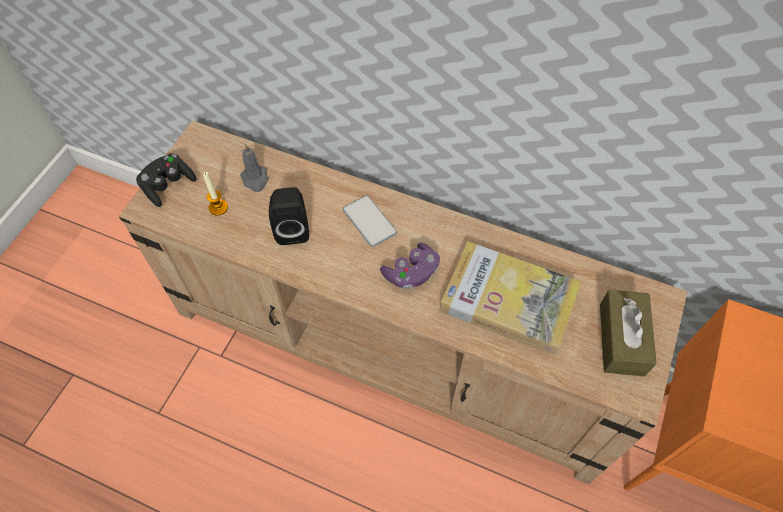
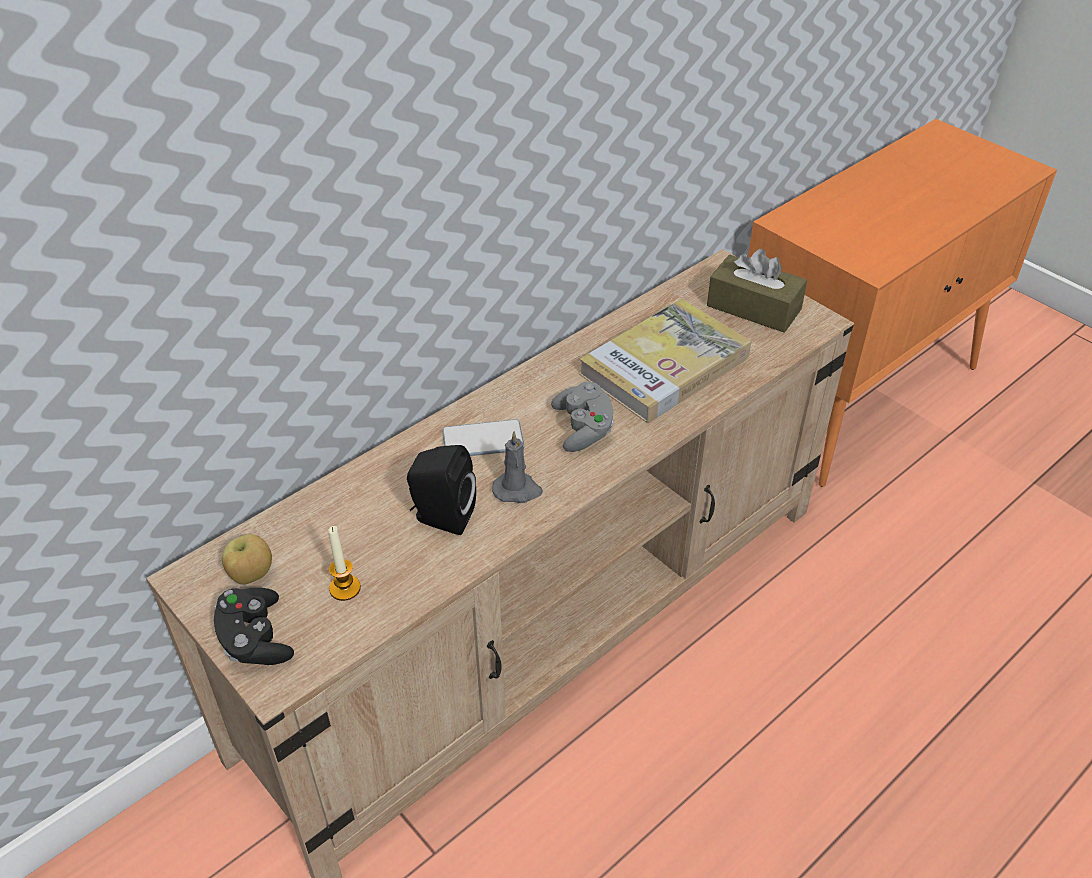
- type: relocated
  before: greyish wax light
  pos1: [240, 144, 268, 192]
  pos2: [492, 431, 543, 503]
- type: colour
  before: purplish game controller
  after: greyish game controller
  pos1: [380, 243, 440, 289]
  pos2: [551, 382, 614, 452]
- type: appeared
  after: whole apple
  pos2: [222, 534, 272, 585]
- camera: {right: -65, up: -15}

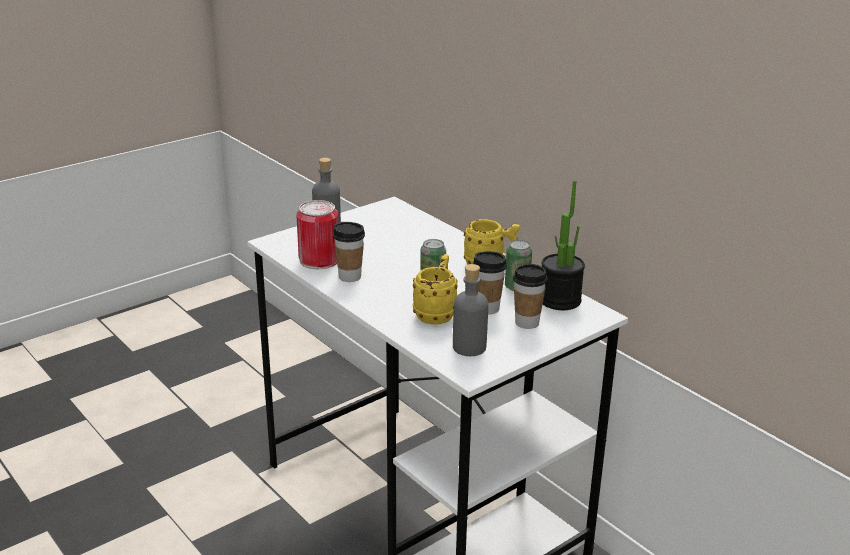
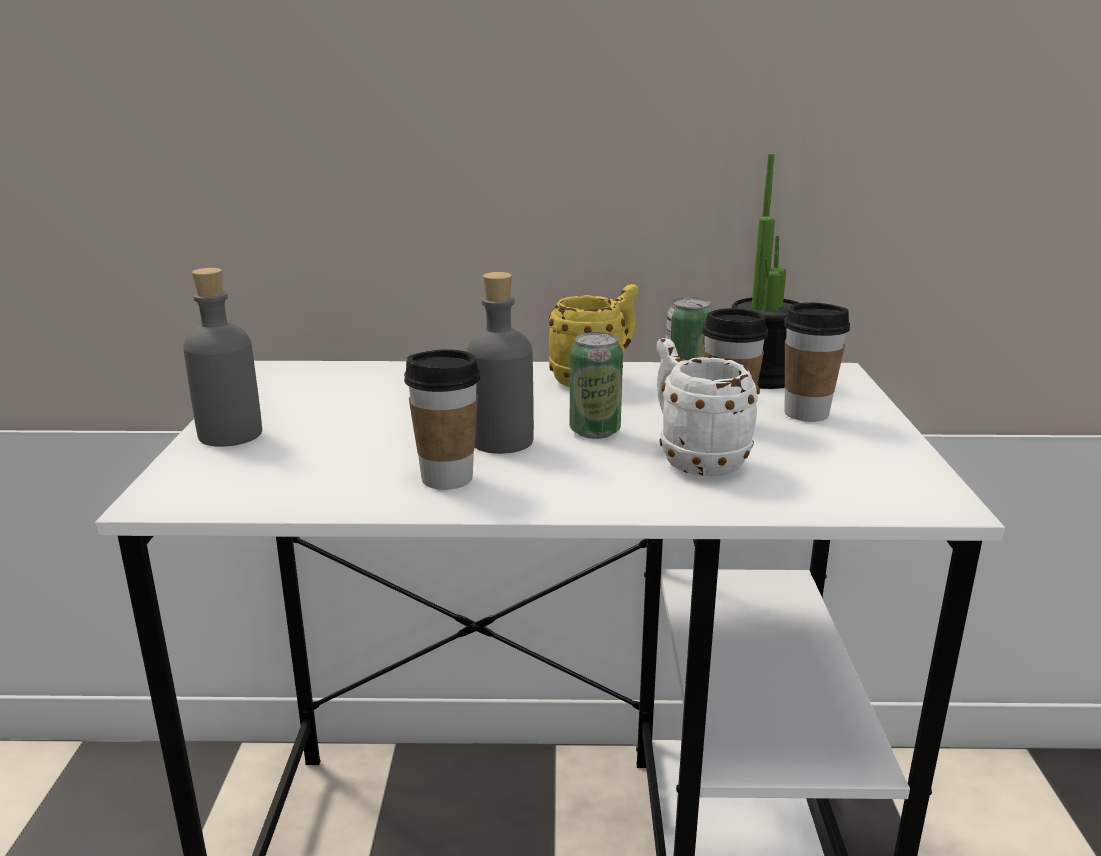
- type: missing
  before: metal can
  pos1: [296, 200, 339, 269]
- type: colour
  before: yellowish coffee mug
  after: white-coloured coffee mug
  pos1: [412, 254, 458, 325]
  pos2: [657, 338, 760, 476]
- type: relocated
  before: greyish beverage bottle
  pos1: [453, 264, 488, 356]
  pos2: [467, 272, 534, 454]
- camera: {right: -50, up: -5}

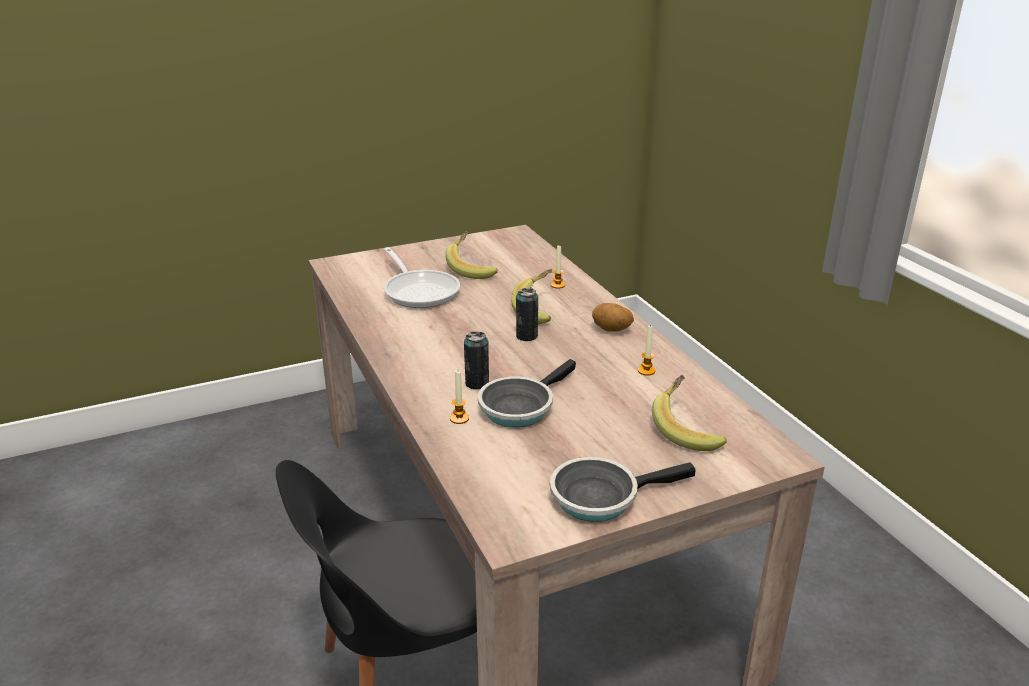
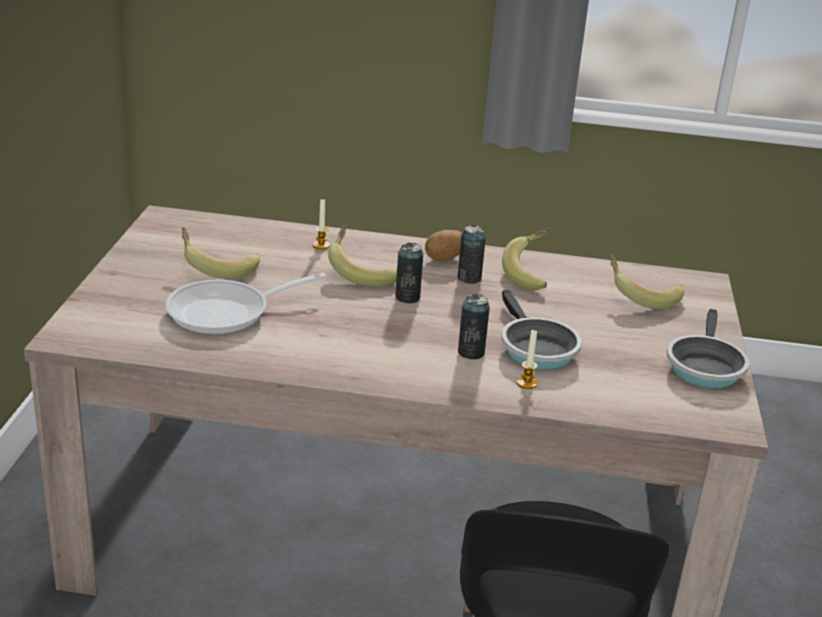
- type: spun
  before: frying pan
  pos1: [384, 247, 460, 308]
  pos2: [165, 273, 327, 335]
  turn: 150
- type: exchanged
  before: wax light
  after: whole banana
  pos1: [638, 325, 655, 376]
  pos2: [502, 228, 552, 290]
- type: appeared
  after: metal can
  pos2: [458, 225, 486, 284]
- camera: {right: -60, up: 0}

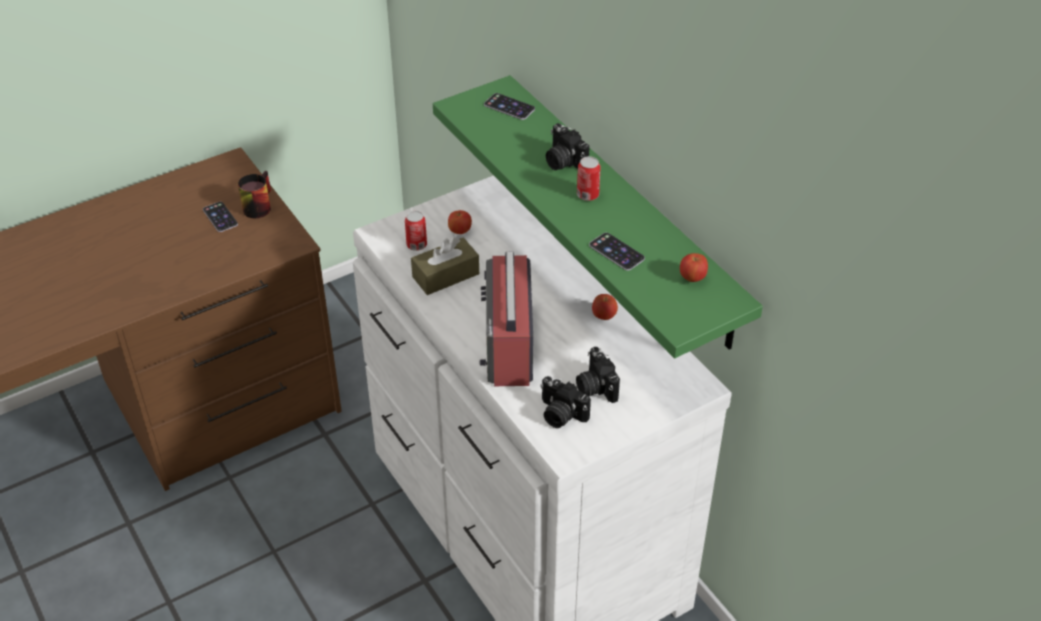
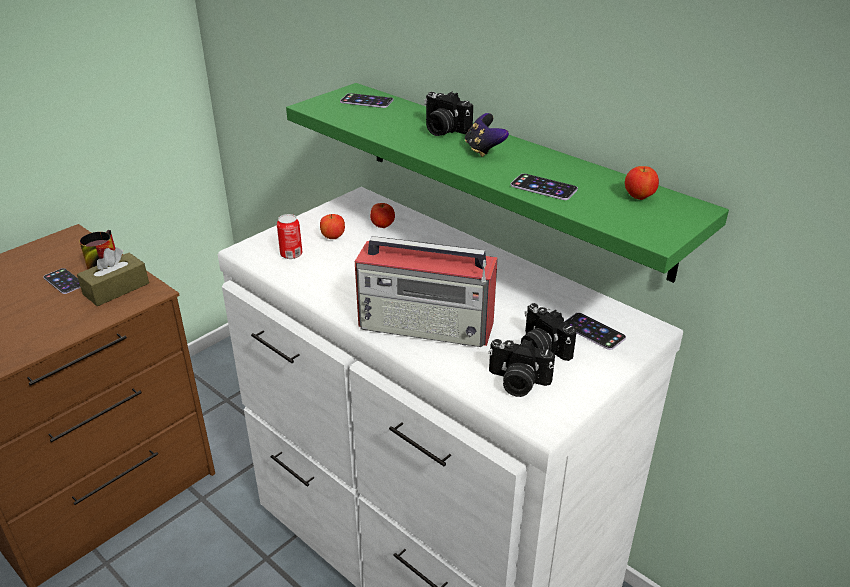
- type: relocated
  before: brown-coloured tissue holder
  pos1: [411, 237, 479, 295]
  pos2: [77, 247, 149, 306]
- type: spun
  before: radio receiver
  pos1: [479, 252, 533, 386]
  pos2: [355, 236, 498, 347]
  turn: -60
- type: exchanged
  before: metal can
  after: game controller
  pos1: [577, 156, 601, 201]
  pos2: [465, 113, 509, 157]
- type: relocated
  before: whole apple
  pos1: [592, 294, 618, 320]
  pos2: [370, 203, 395, 228]
- type: appeared
  after: handset
  pos2: [564, 313, 626, 350]
- camera: {right: -15, up: -10}

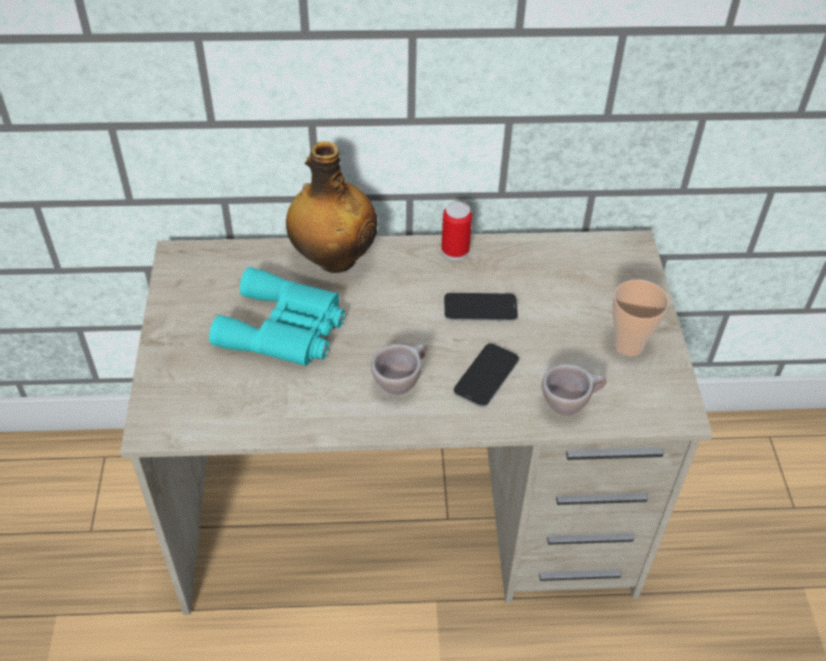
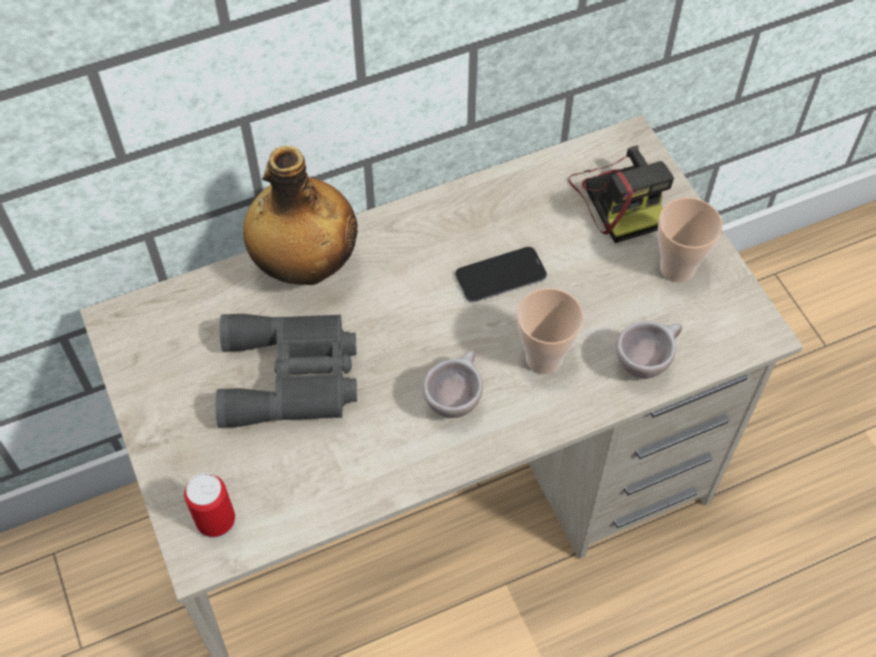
- type: colour
  before: turquoise field glasses
  after: greyish field glasses
  pos1: [209, 267, 345, 366]
  pos2: [215, 314, 357, 428]
- type: relocated
  before: metal can
  pos1: [441, 201, 472, 260]
  pos2: [184, 473, 235, 538]
- type: exchanged
  before: handset
  after: small cup
  pos1: [453, 343, 519, 407]
  pos2: [517, 288, 584, 374]
- type: appeared
  after: still camera
  pos2: [568, 145, 674, 243]
- camera: {right: -20, up: 10}

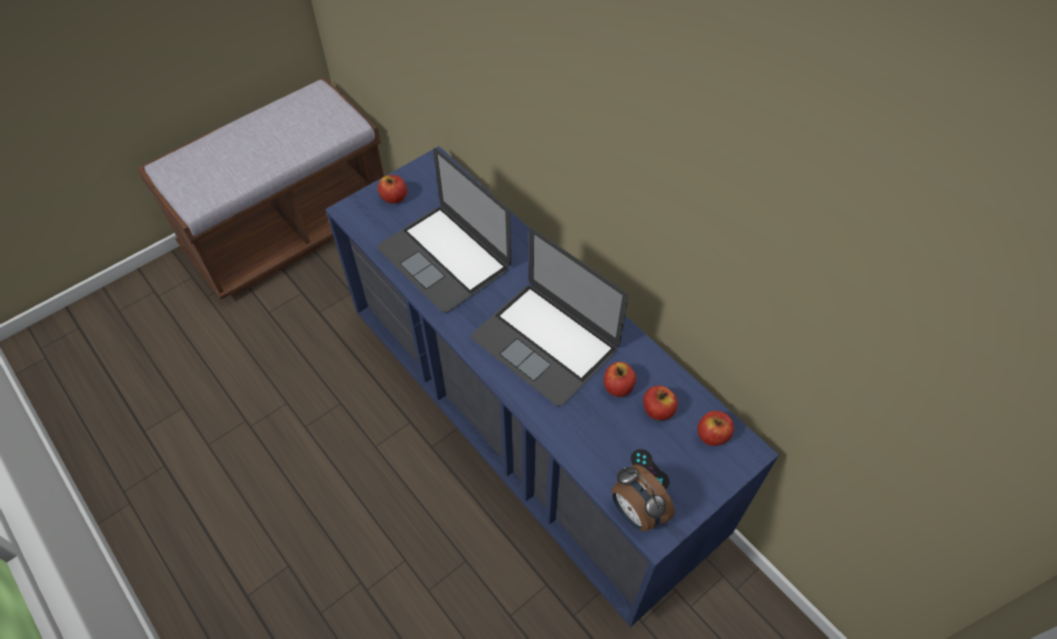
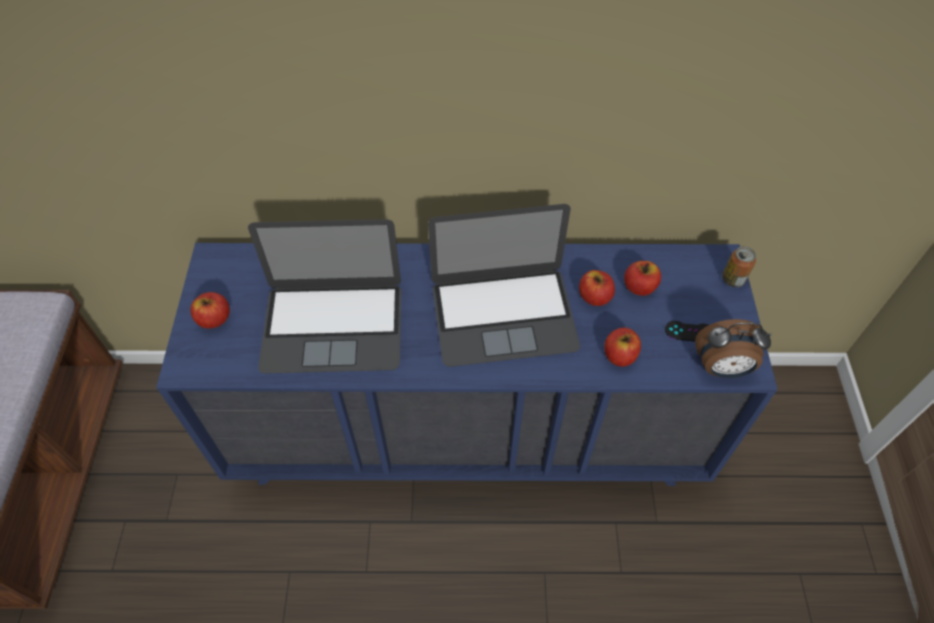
- type: relocated
  before: whole apple
  pos1: [698, 411, 734, 446]
  pos2: [604, 328, 641, 367]
- type: appeared
  after: metal can
  pos2: [722, 246, 756, 287]
- camera: {right: -50, up: 0}

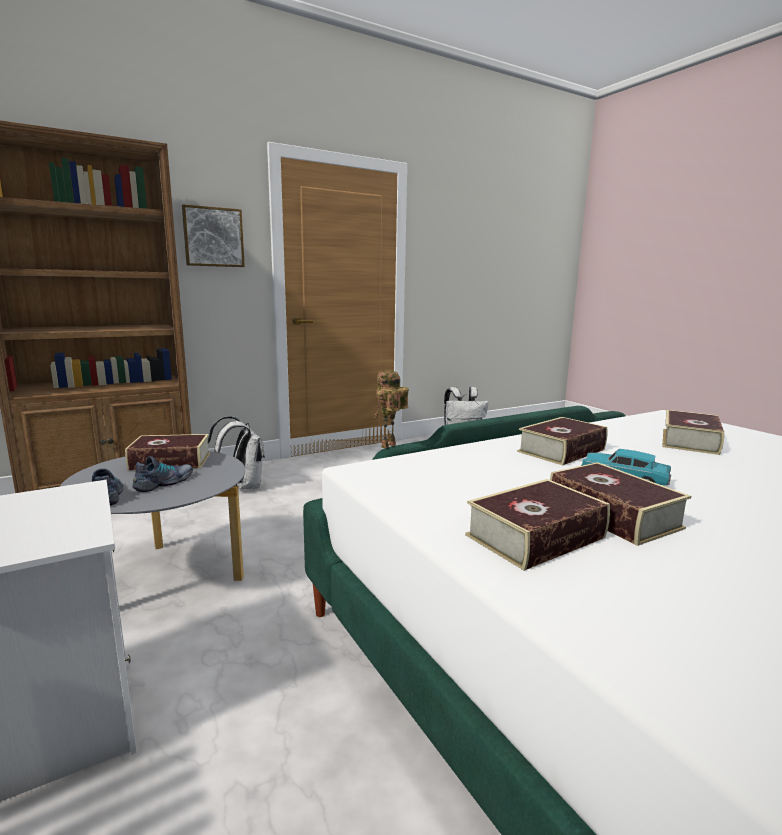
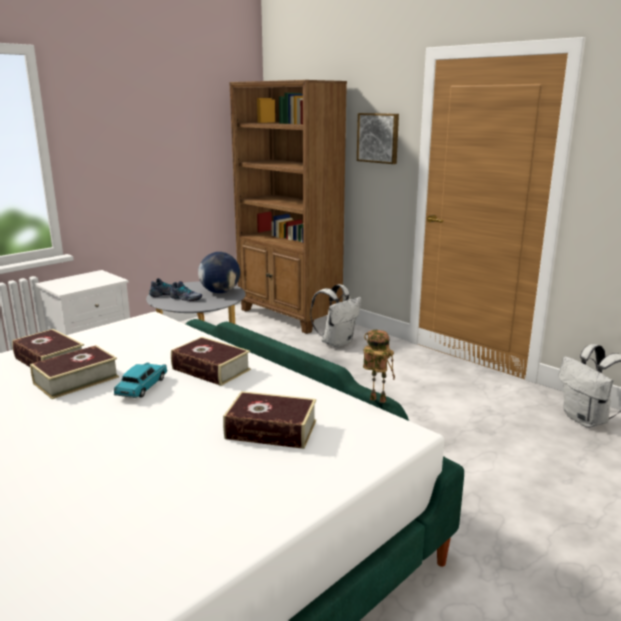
- type: exchanged
  before: bound book
  after: globe
  pos1: [125, 434, 210, 470]
  pos2: [198, 252, 240, 293]
- type: relocated
  before: toy robot
  pos1: [373, 371, 409, 449]
  pos2: [363, 330, 395, 403]
- camera: {right: 75, up: 5}

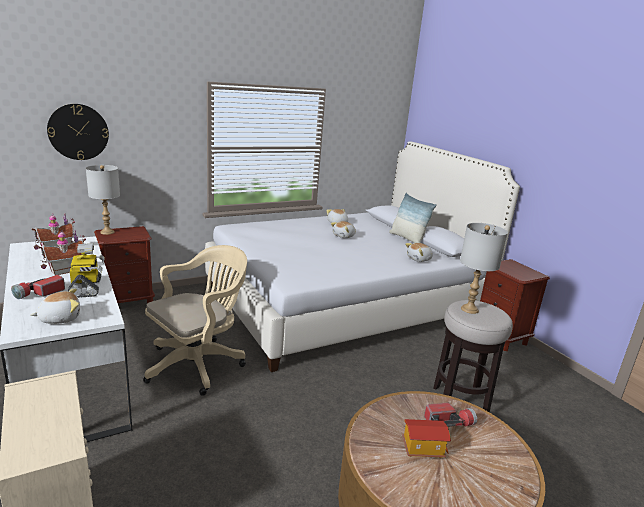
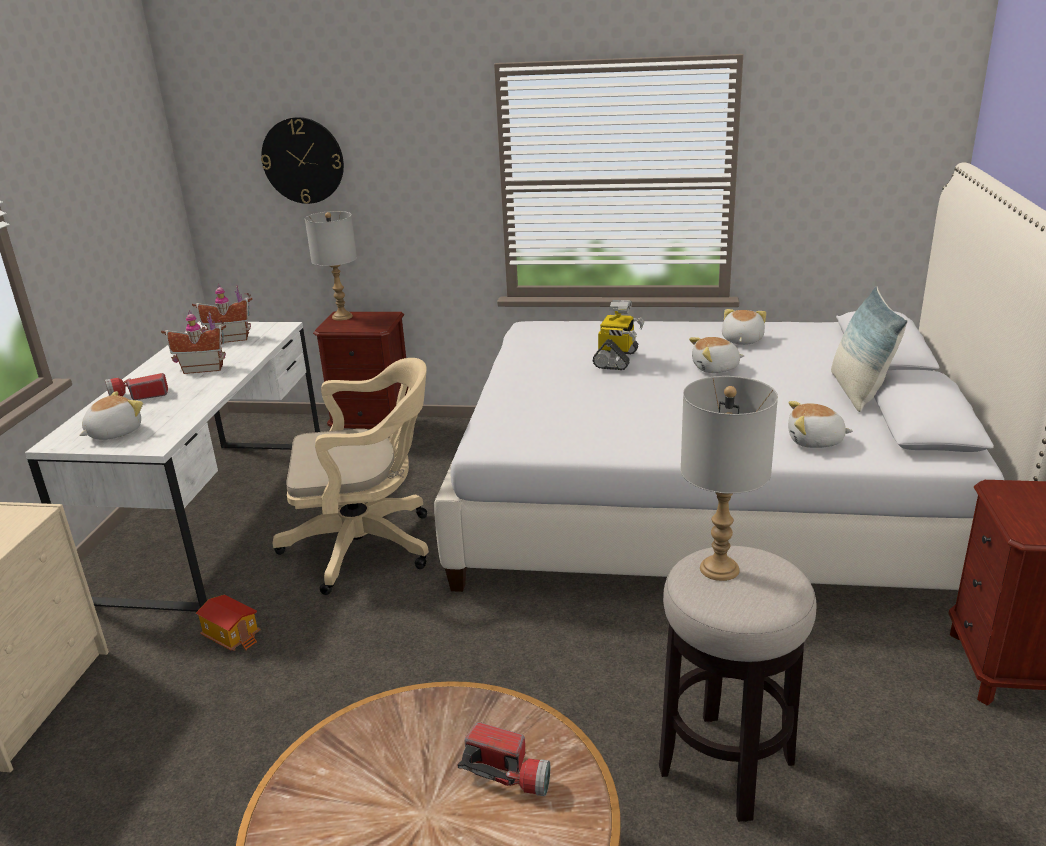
- type: spun
  before: cuddly toy
  pos1: [31, 288, 80, 324]
  pos2: [79, 391, 143, 440]
  turn: -60
- type: relocated
  before: toy robot
  pos1: [68, 243, 105, 298]
  pos2: [592, 300, 644, 370]
- type: relocated
  before: toy house
  pos1: [402, 419, 451, 458]
  pos2: [196, 595, 261, 651]
- camera: {right: 40, up: 5}

